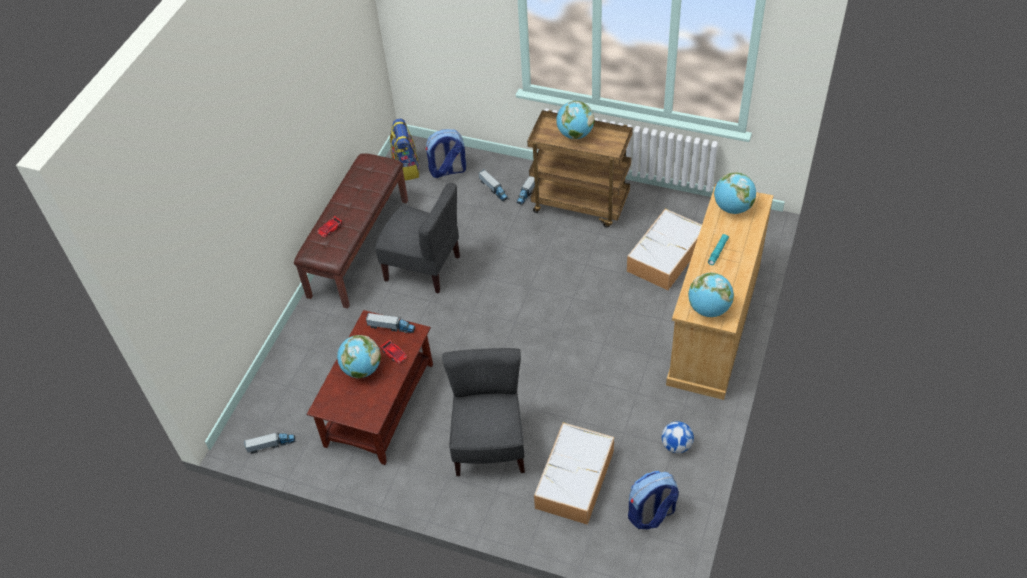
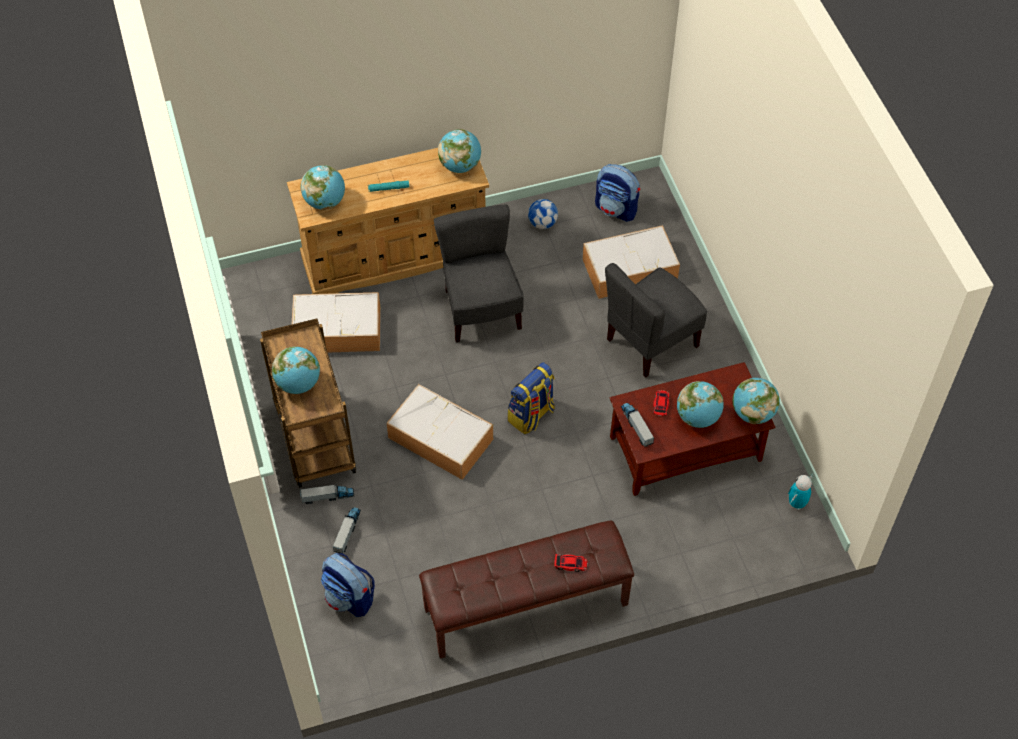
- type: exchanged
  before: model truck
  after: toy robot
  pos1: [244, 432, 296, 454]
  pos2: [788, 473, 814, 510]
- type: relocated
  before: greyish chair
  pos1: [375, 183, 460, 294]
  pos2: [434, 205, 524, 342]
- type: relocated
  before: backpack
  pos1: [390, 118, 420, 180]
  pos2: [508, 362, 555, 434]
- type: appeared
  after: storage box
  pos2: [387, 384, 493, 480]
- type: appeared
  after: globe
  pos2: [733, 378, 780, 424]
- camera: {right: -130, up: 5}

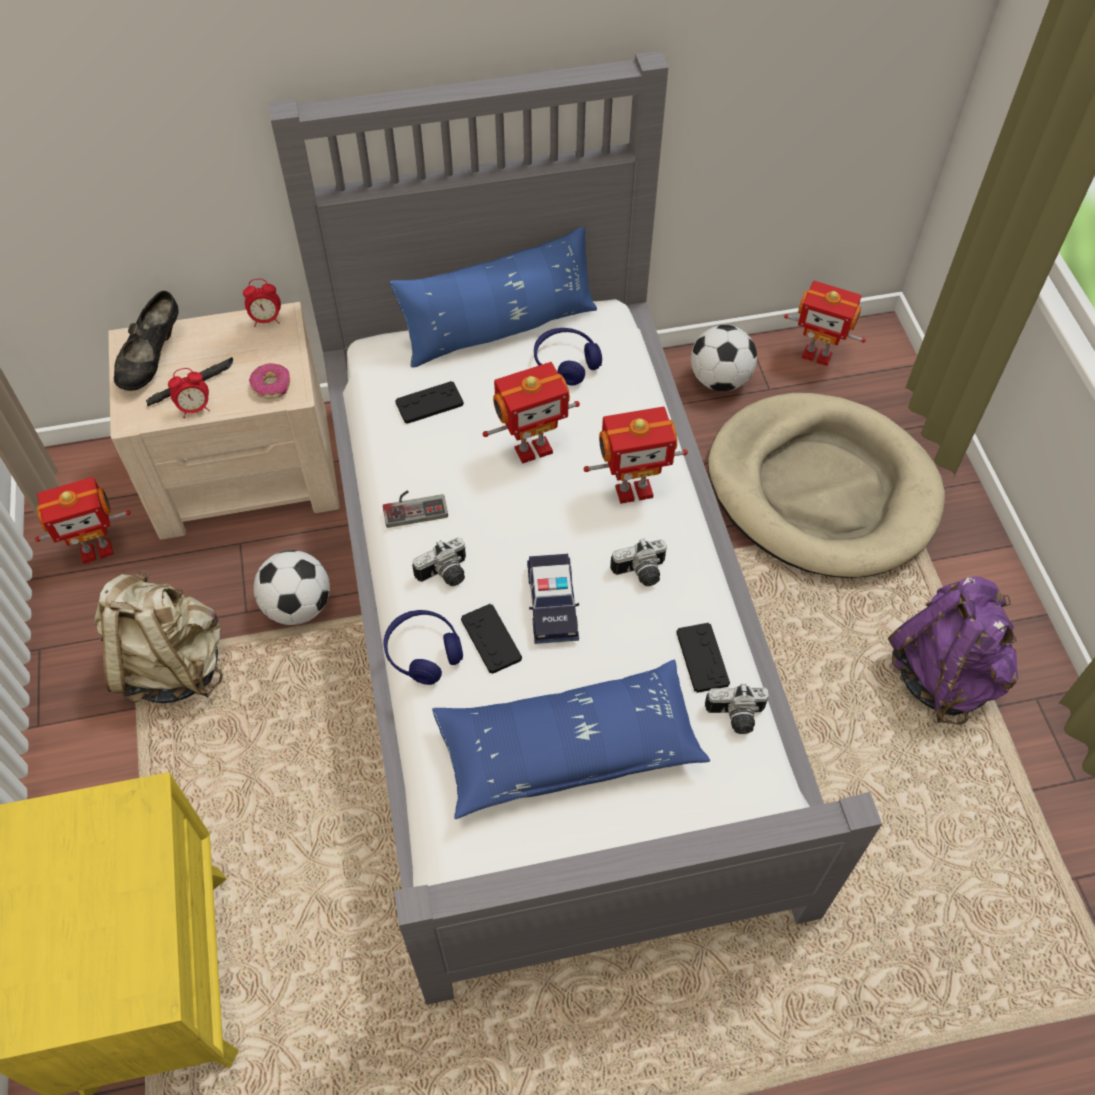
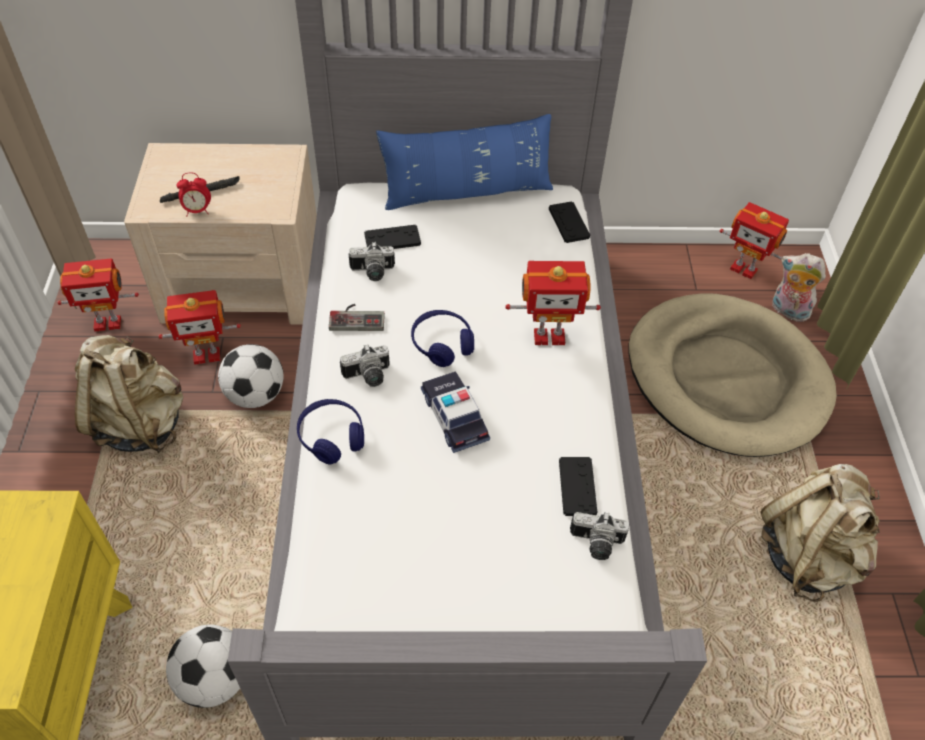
- type: missing
  before: blackish item of footwear
  pos1: [114, 291, 179, 391]
- type: missing
  before: table clock
  pos1: [243, 279, 281, 327]
- type: missing
  before: doughnut
  pos1: [249, 363, 290, 398]
- type: missing
  before: bluish cushion
  pos1: [432, 660, 710, 819]
- type: relocated
  before: blackish game controller
  pos1: [461, 604, 522, 674]
  pos2: [549, 201, 590, 243]
- type: relocated
  before: toy robot
  pos1: [483, 362, 580, 464]
  pos2: [158, 290, 241, 365]
- type: spun
  before: toy car
  pos1: [527, 554, 579, 644]
  pos2: [421, 371, 490, 453]
  turn: 150
- type: relocated
  before: bluish pair of headphones
  pos1: [534, 328, 602, 385]
  pos2: [411, 310, 474, 367]
- type: relocated
  before: still camera
  pos1: [610, 539, 667, 586]
  pos2: [349, 242, 395, 281]
- type: relocated
  before: football
  pos1: [691, 325, 757, 391]
  pos2: [166, 624, 240, 708]
- type: colour
  before: purplish backpack
  after: beige-coloured backpack
  pos1: [888, 576, 1018, 725]
  pos2: [760, 464, 880, 602]
- type: appeared
  after: cuddly toy
  pos2: [772, 253, 826, 322]
- camera: {right: 10, up: -5}

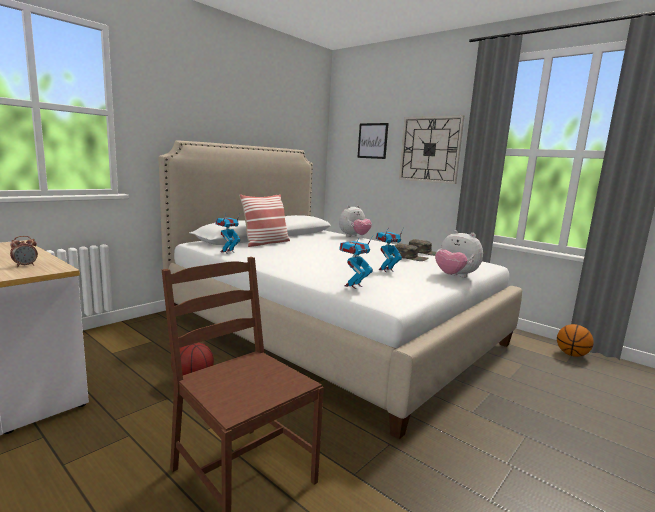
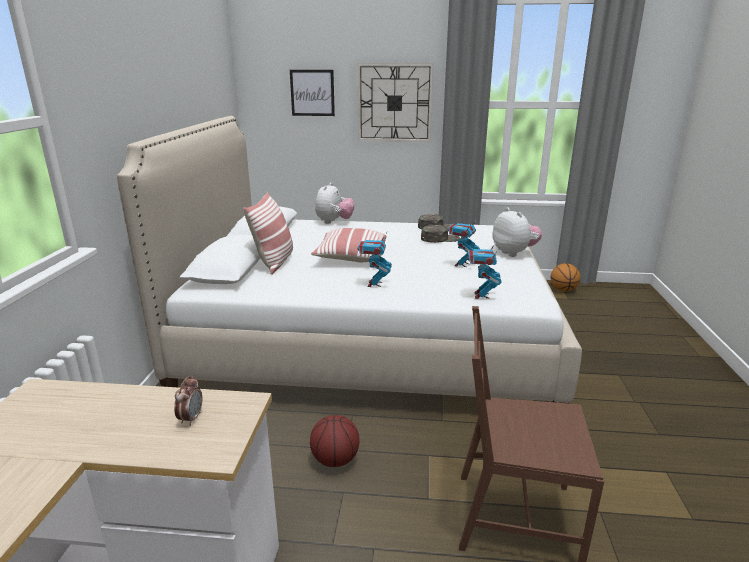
- type: relocated
  before: toy robot
  pos1: [216, 213, 240, 254]
  pos2: [357, 231, 392, 287]
- type: spun
  before: cuddly toy
  pos1: [435, 230, 483, 278]
  pos2: [492, 207, 542, 257]
  turn: -120
- type: appeared
  after: cushion
  pos2: [311, 228, 387, 262]
- camera: {right: -35, up: 10}

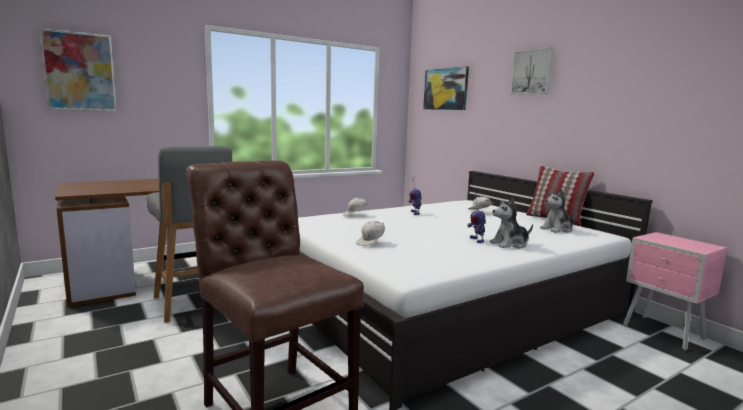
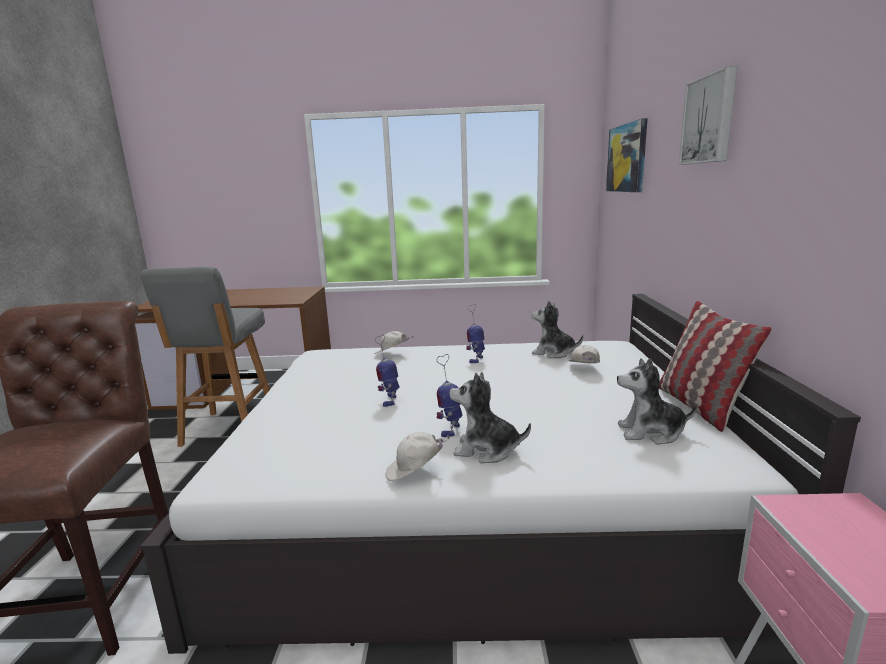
- type: missing
  before: picture
  pos1: [39, 28, 117, 111]
- type: relocated
  before: white-coloured peaked cap
  pos1: [356, 221, 385, 246]
  pos2: [386, 432, 450, 481]
- type: appeared
  after: toy robot
  pos2: [375, 334, 400, 407]
- type: appeared
  after: cuddly toy
  pos2: [531, 301, 583, 358]
- camera: {right: 35, up: 5}

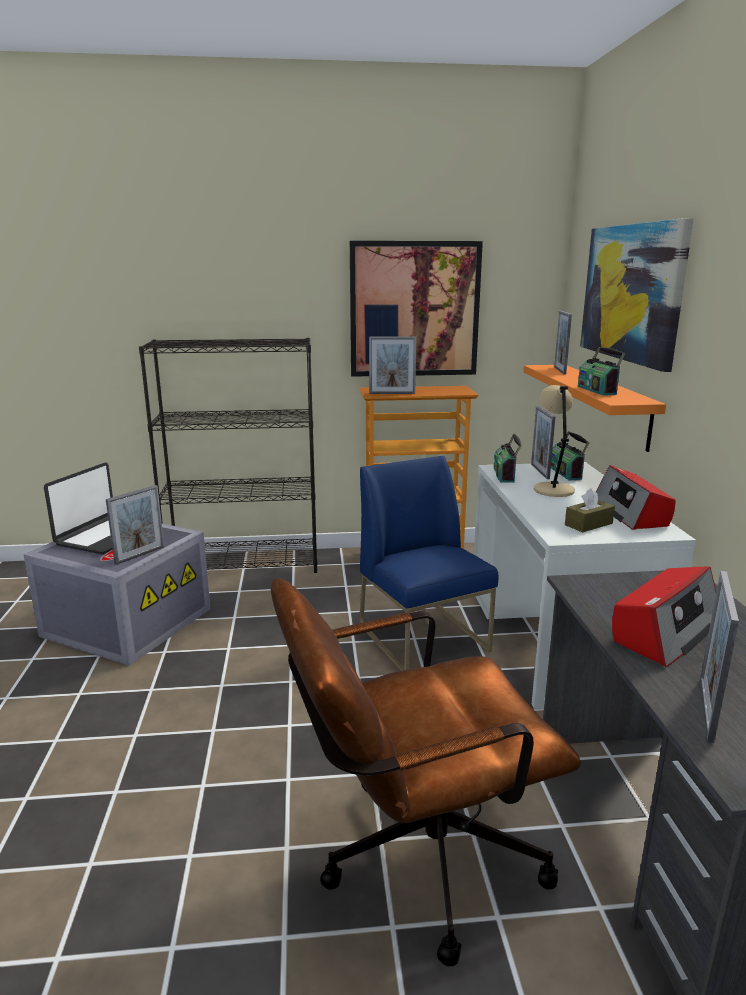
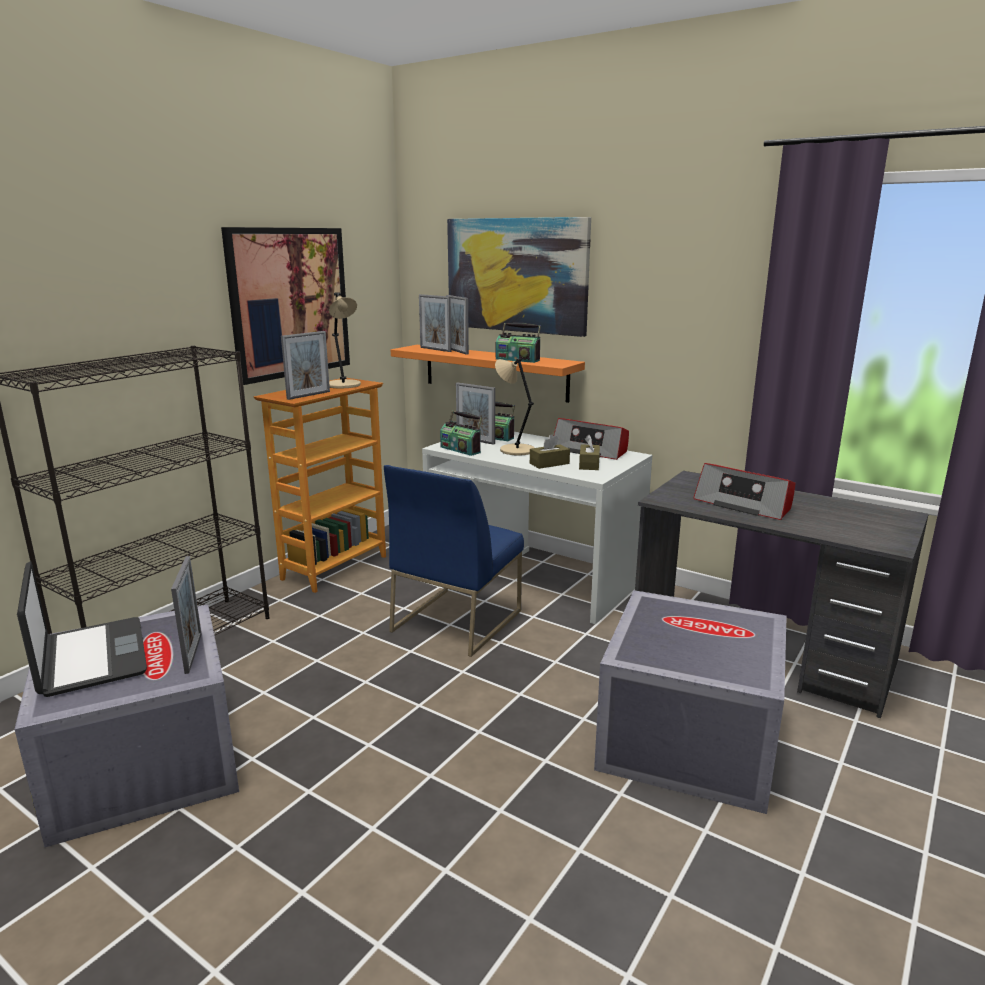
- type: exchanged
  before: brown-coloured computer chair
  after: greyish storage box
  pos1: [271, 577, 581, 966]
  pos2: [594, 590, 787, 814]
- type: spun
  before: bluish chair
  pos1: [359, 456, 498, 671]
  pos2: [384, 465, 524, 657]
  turn: -75
- type: spun
  before: radio receiver
  pos1: [612, 566, 716, 667]
  pos2: [693, 463, 796, 520]
  turn: 135
- type: relocated
  before: photo frame
  pos1: [700, 571, 739, 743]
  pos2: [446, 295, 469, 355]
- type: appeared
  after: beige-coloured lamp for a table
  pos2: [329, 292, 361, 388]
- type: appeared
  after: brown-coloured tissue holder
  pos2: [530, 434, 570, 469]
- camera: {right: -50, up: 0}

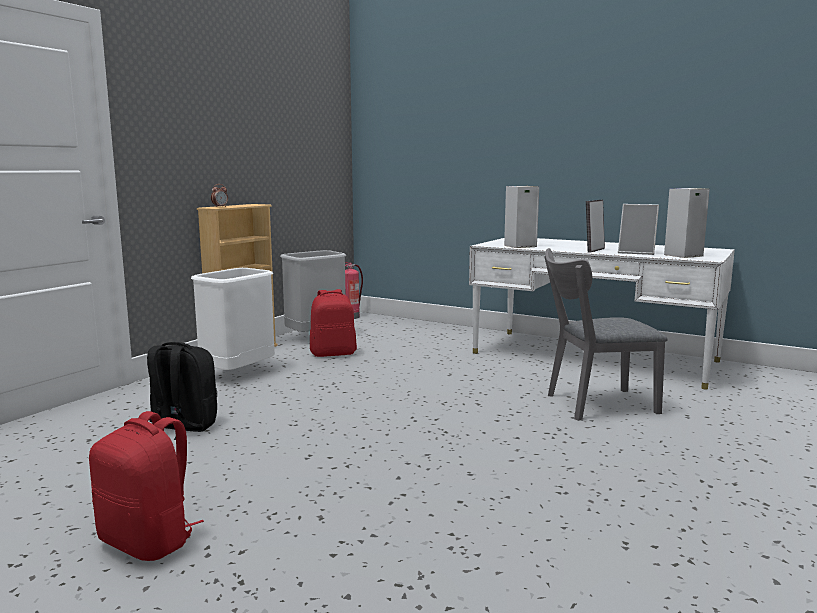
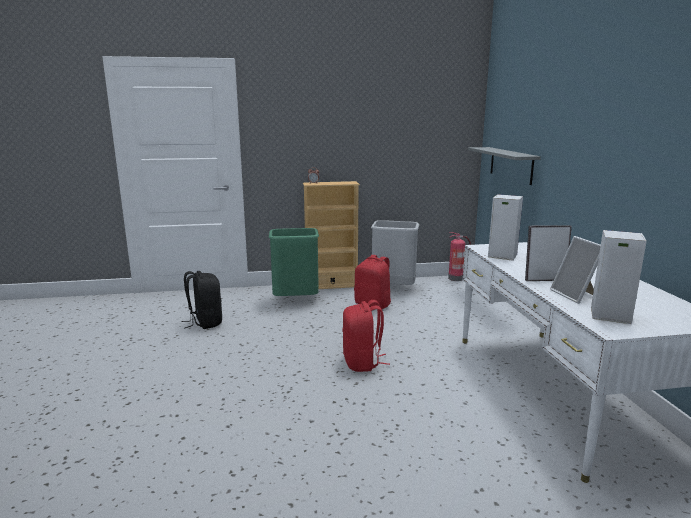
- type: relocated
  before: reddish backpack
  pos1: [89, 411, 204, 561]
  pos2: [342, 300, 390, 372]
- type: colour
  before: white-coloured trash can
  after: green trash can
  pos1: [191, 268, 275, 370]
  pos2: [269, 228, 319, 296]
- type: missing
  before: greyish chair
  pos1: [544, 248, 667, 421]
- type: appeared
  after: greyish bracket shelf
  pos2: [468, 147, 541, 185]
- camera: {right: 50, up: 5}

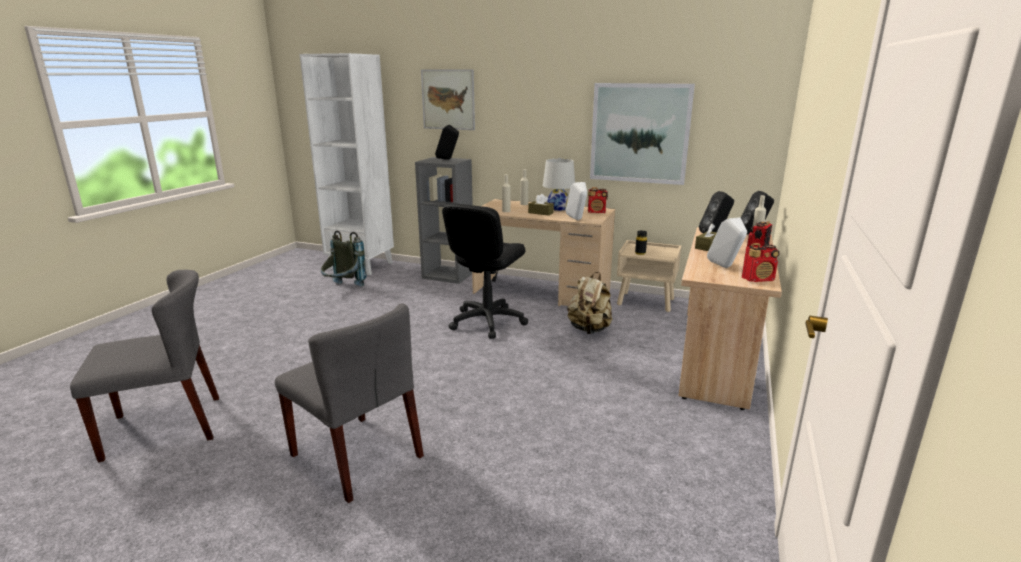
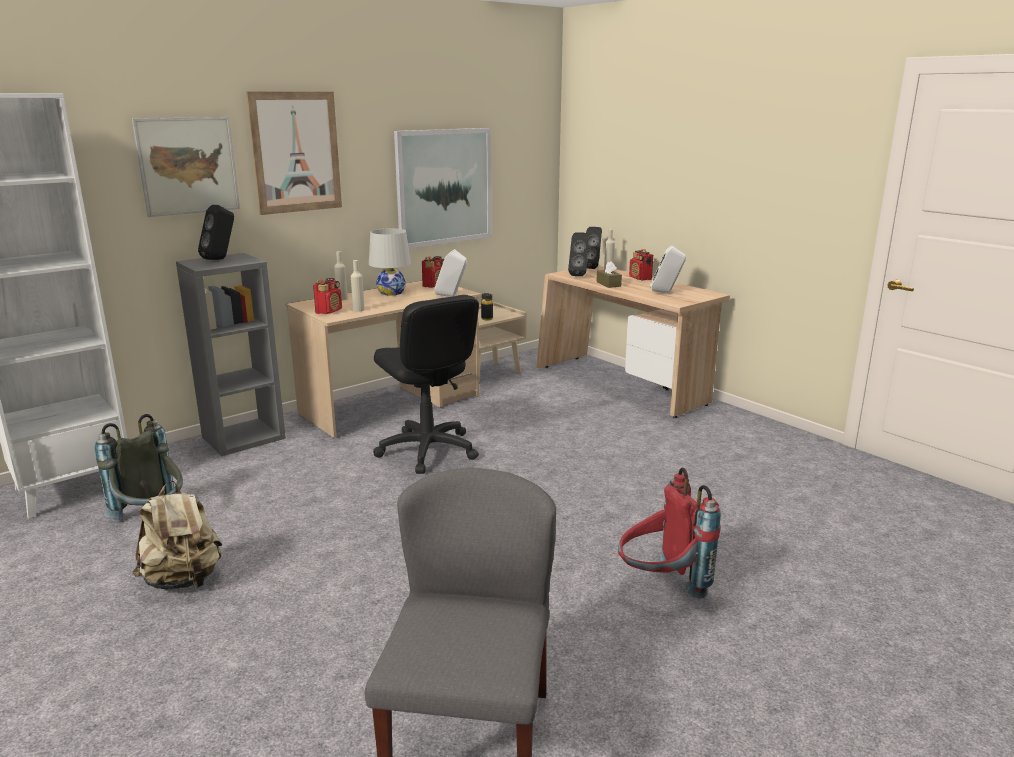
- type: exchanged
  before: greyish chair
  after: reddish backpack
  pos1: [275, 303, 424, 503]
  pos2: [618, 468, 721, 599]
- type: missing
  before: brown-coloured tissue holder
  pos1: [528, 194, 554, 216]
- type: relocated
  before: beige-coloured backpack
  pos1: [567, 272, 612, 334]
  pos2: [132, 481, 222, 590]
- type: relocated
  before: radio receiver
  pos1: [742, 243, 780, 282]
  pos2: [313, 278, 342, 314]
- type: appeared
  after: picture
  pos2: [246, 92, 342, 215]
- camera: {right: -60, up: 0}

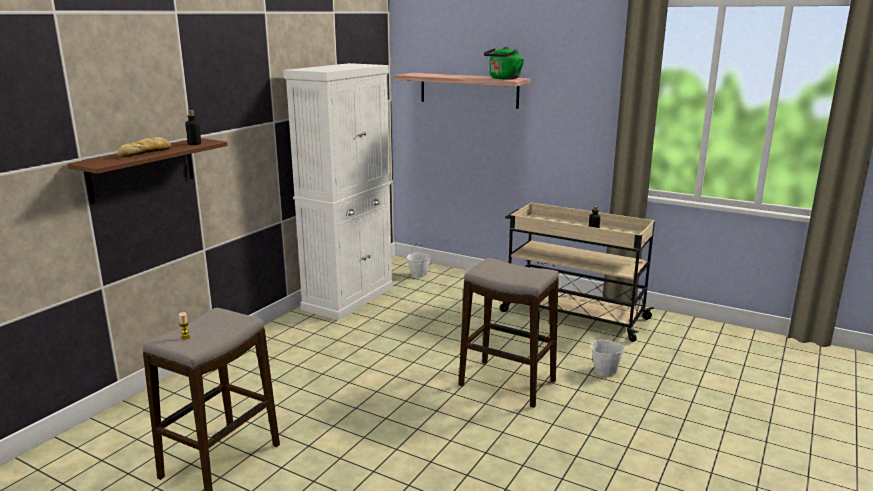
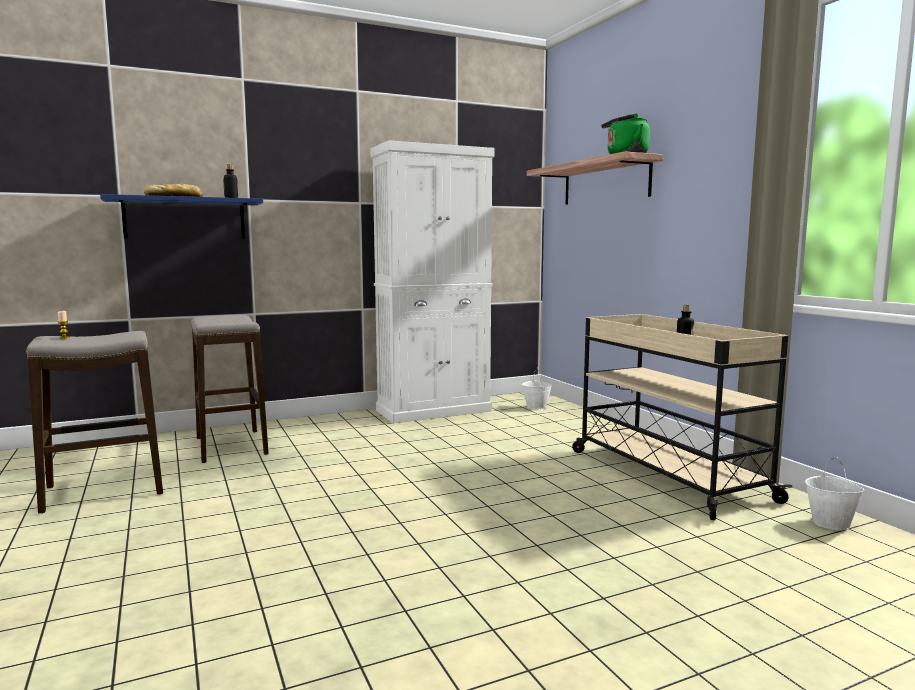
- type: colour
  before: brown-coloured bracket shelf
  after: bluish bracket shelf
  pos1: [68, 138, 228, 204]
  pos2: [100, 194, 263, 239]
- type: relocated
  before: sitting stool
  pos1: [459, 258, 559, 408]
  pos2: [191, 315, 269, 463]
- type: relocated
  before: white-coloured bucket
  pos1: [591, 329, 625, 376]
  pos2: [805, 457, 864, 530]
- camera: {right: 35, up: -10}

